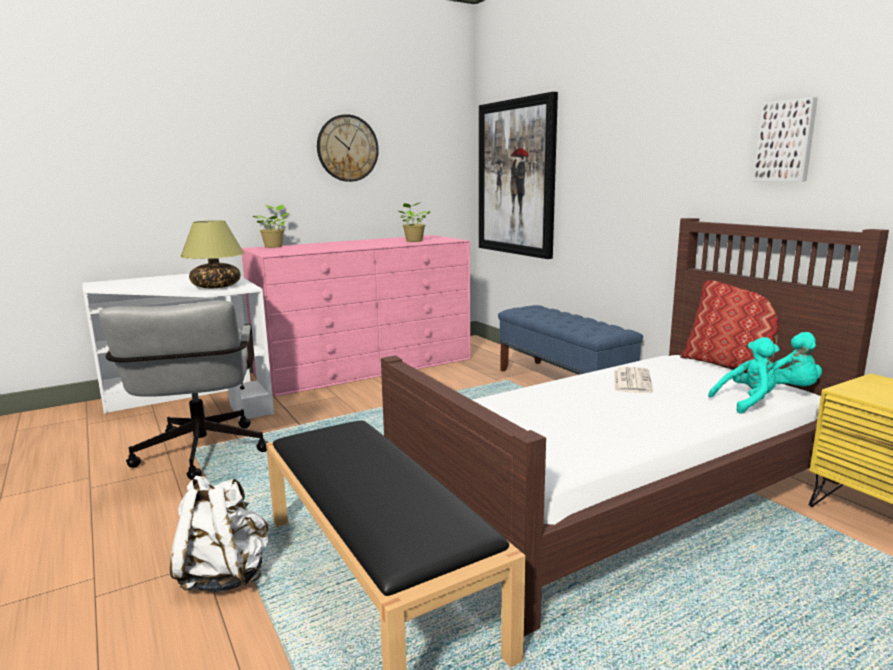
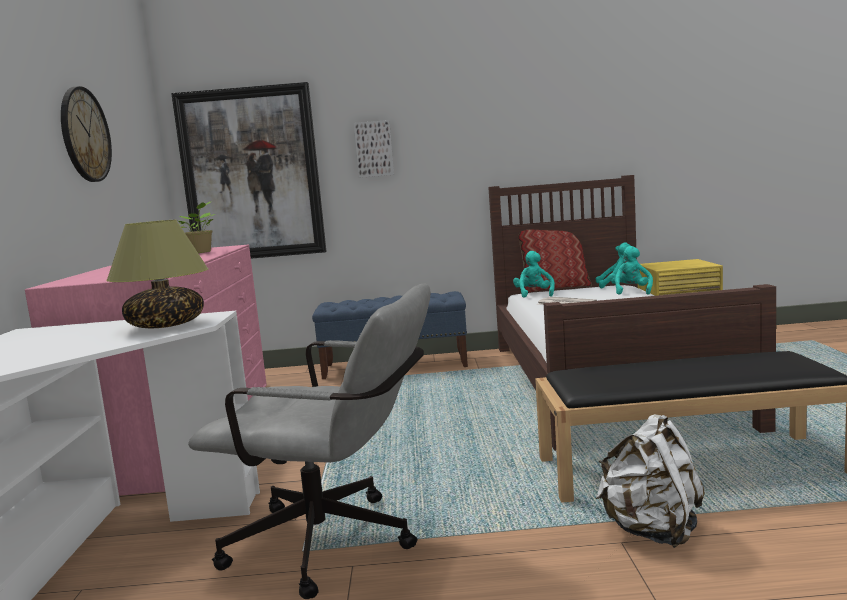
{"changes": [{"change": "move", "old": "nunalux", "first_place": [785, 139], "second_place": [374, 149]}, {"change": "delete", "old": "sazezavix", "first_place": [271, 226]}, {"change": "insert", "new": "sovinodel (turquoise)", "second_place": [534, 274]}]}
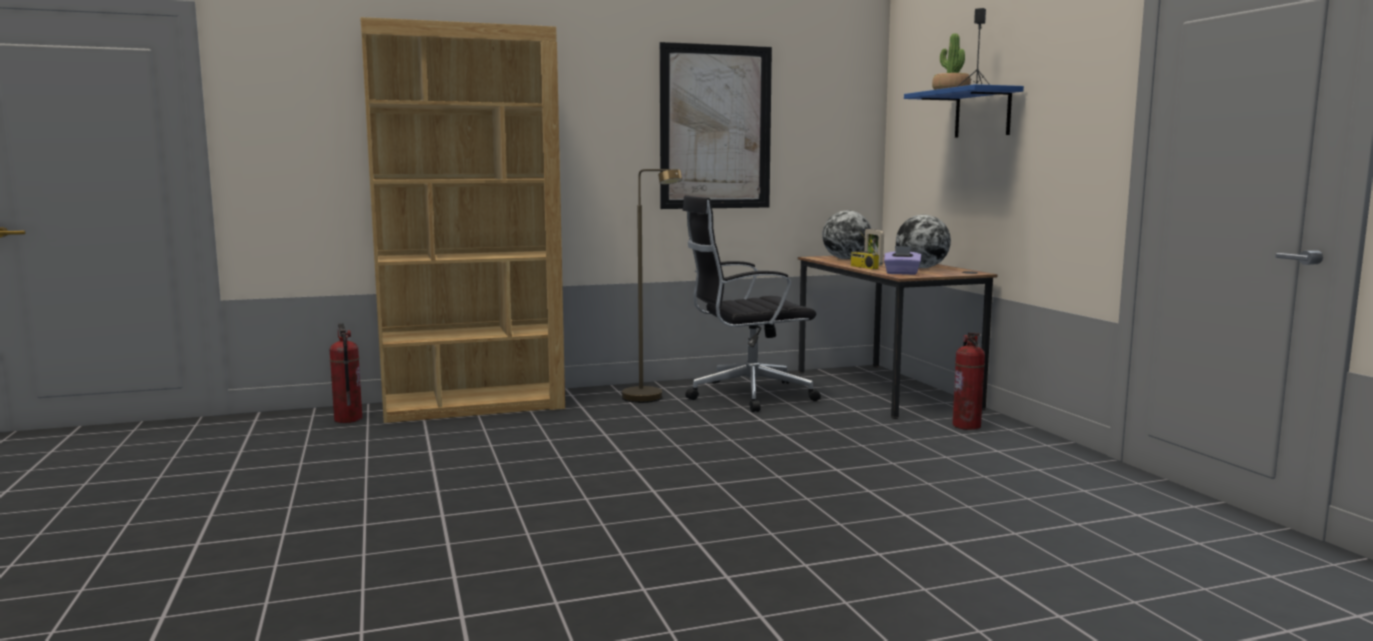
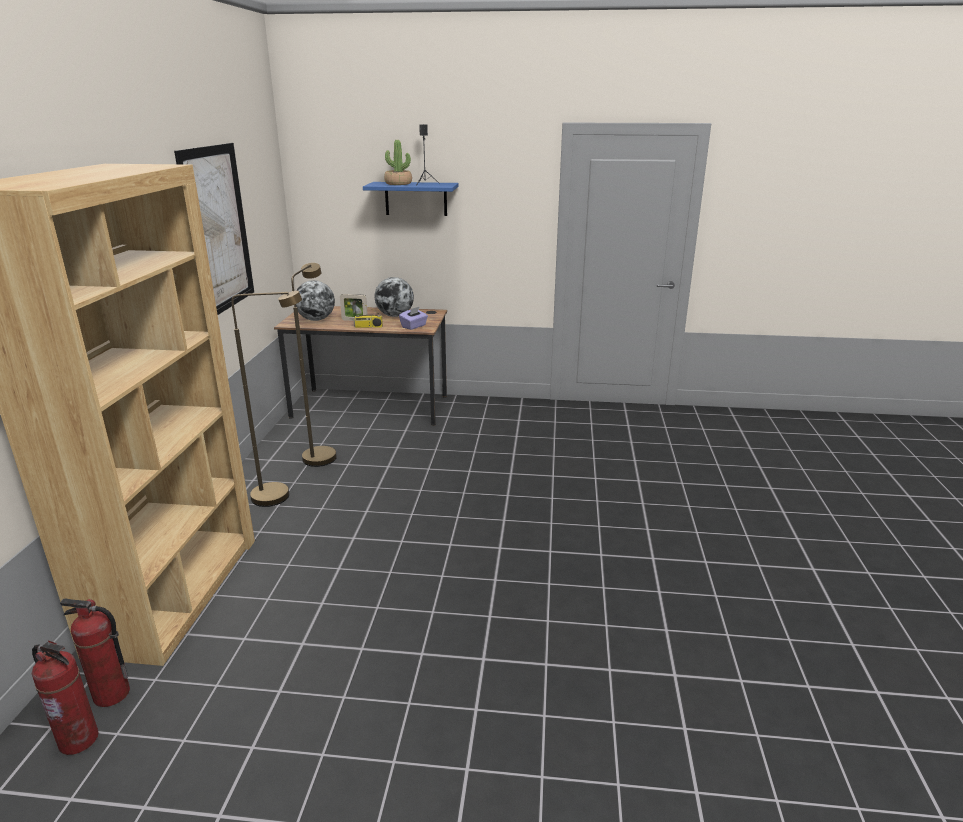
{"changes": [{"change": "replace", "old": "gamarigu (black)", "new": "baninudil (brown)", "first_place": [752, 303], "second_place": [314, 365]}, {"change": "move", "old": "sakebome", "first_place": [969, 381], "second_place": [65, 697]}]}
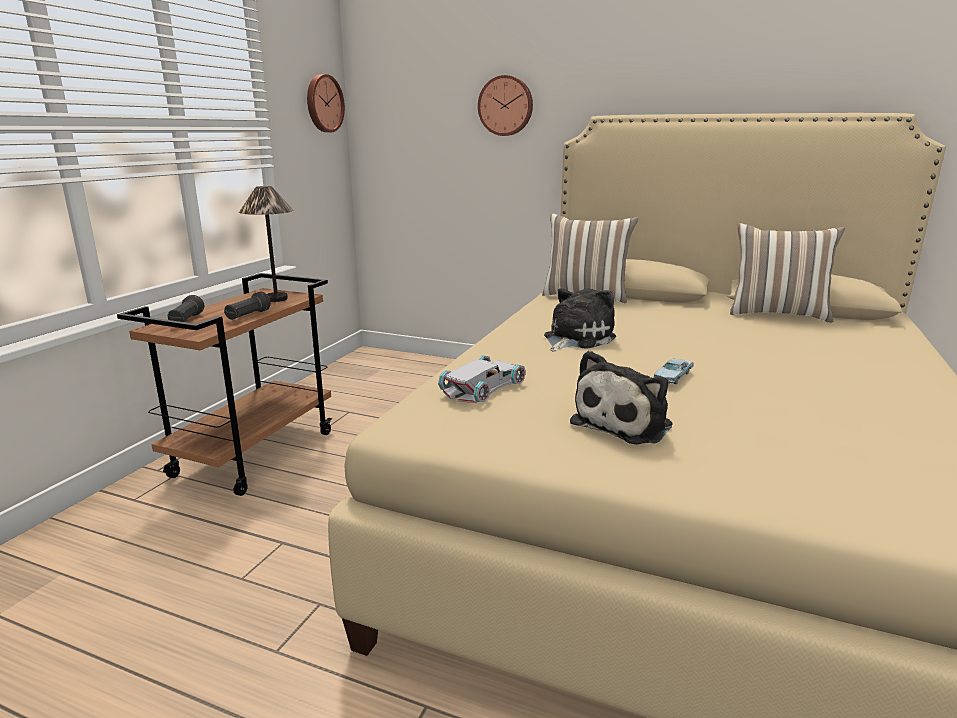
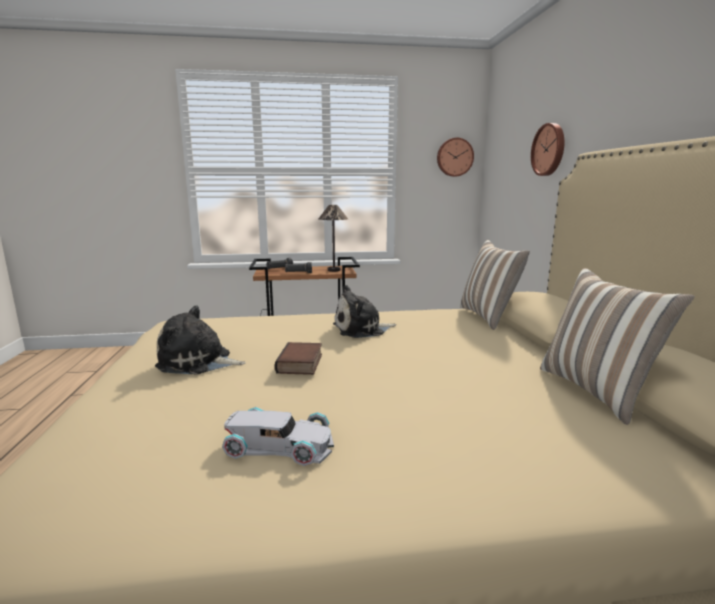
{"changes": [{"change": "rotate", "old": "sovinodel", "first_place": [580, 320], "second_place": [364, 311], "degrees": 150}, {"change": "move", "old": "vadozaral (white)", "first_place": [482, 379], "second_place": [278, 436]}, {"change": "replace", "old": "vadozaral (blue)", "new": "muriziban", "first_place": [673, 371], "second_place": [298, 358]}]}
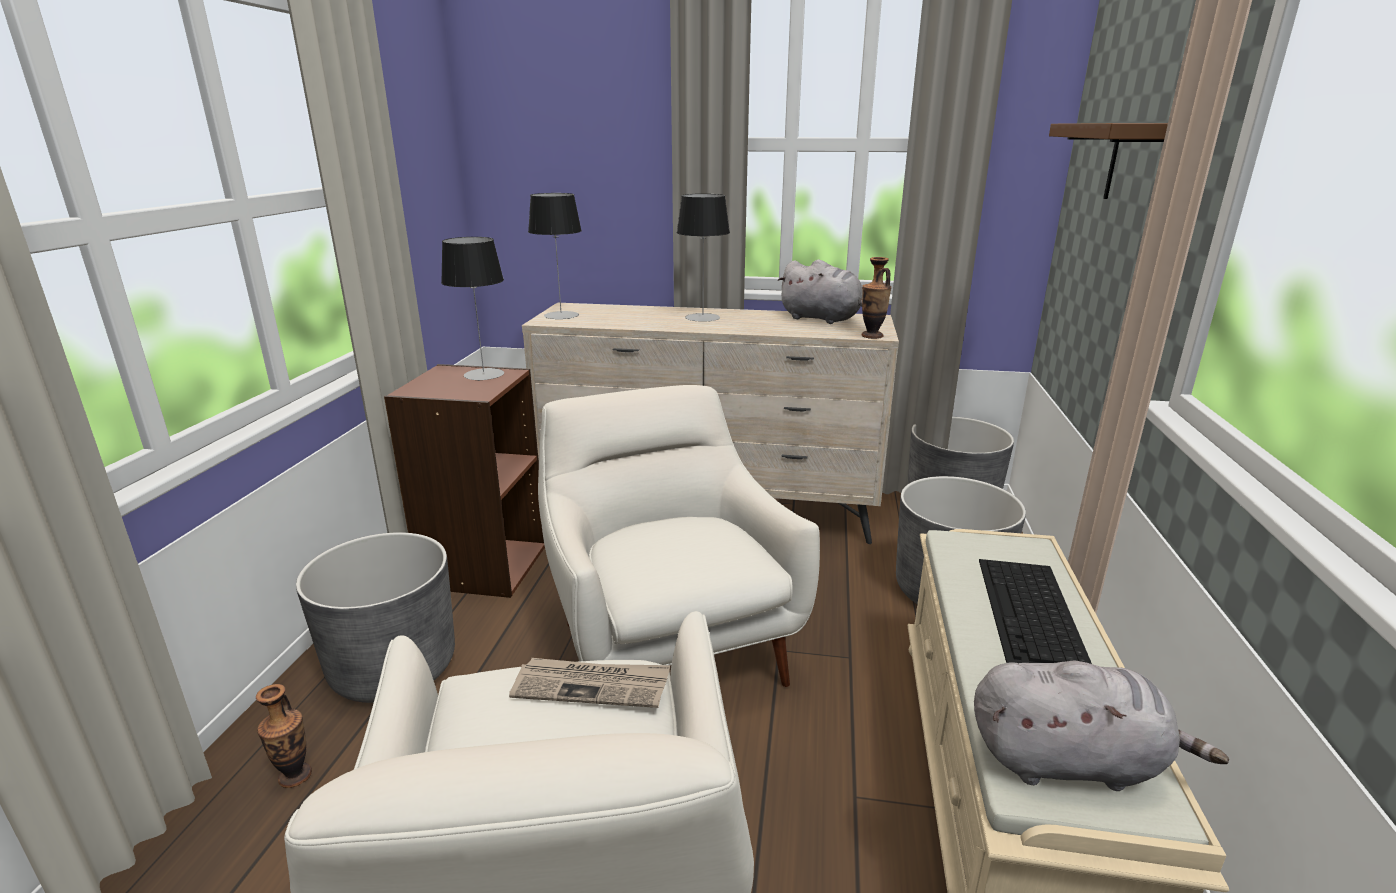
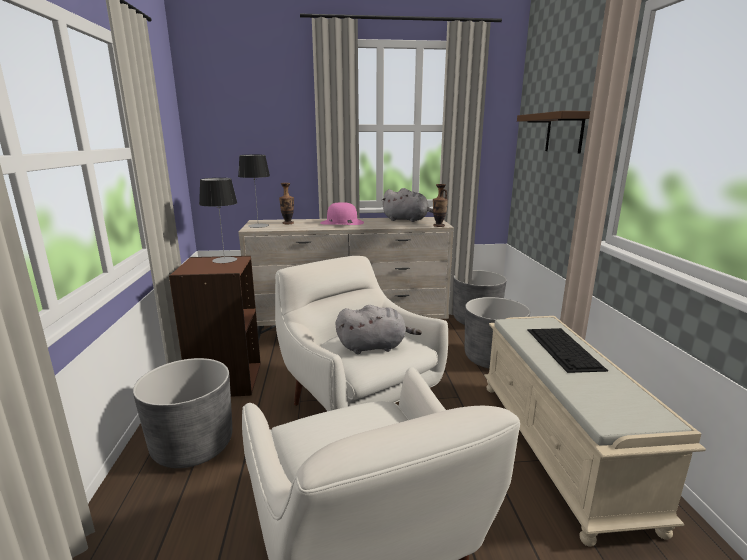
{"changes": [{"change": "replace", "old": "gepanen", "new": "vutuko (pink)", "first_place": [703, 258], "second_place": [342, 213]}, {"change": "delete", "old": "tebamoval", "first_place": [589, 683]}, {"change": "move", "old": "sovinodel (grey)", "first_place": [1101, 725], "second_place": [379, 329]}, {"change": "move", "old": "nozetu", "first_place": [284, 736], "second_place": [286, 203]}]}
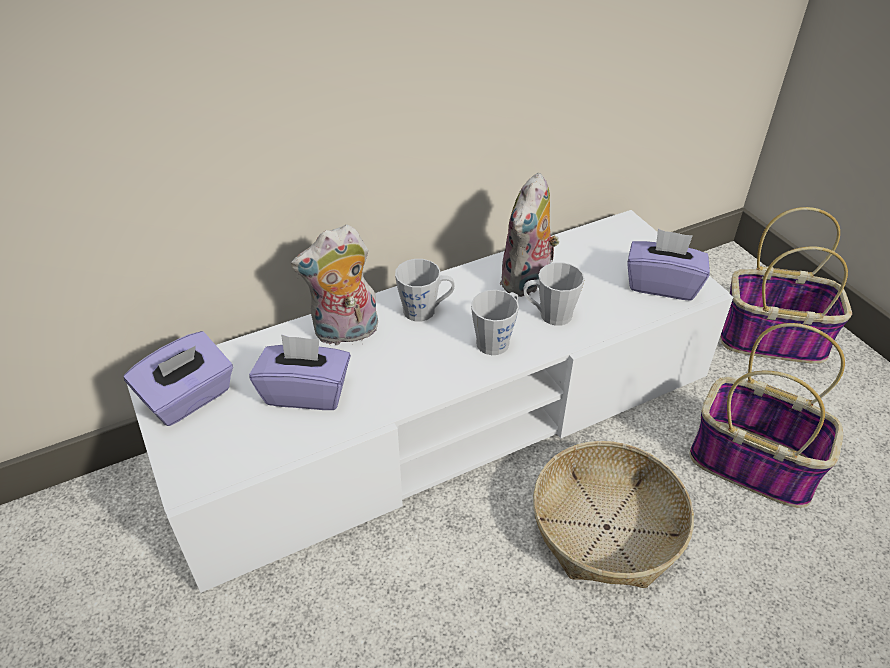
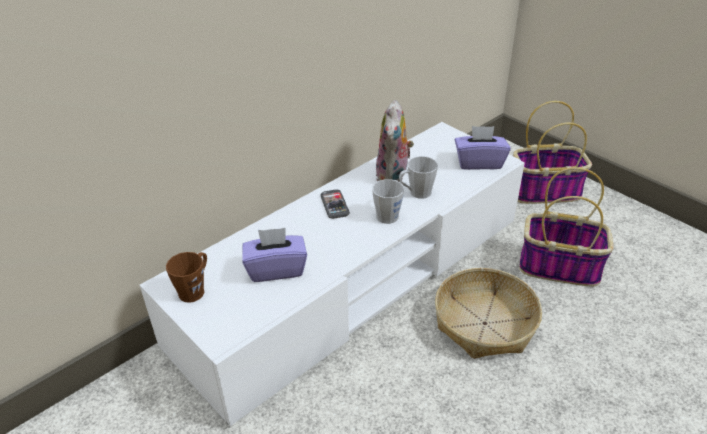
{"changes": [{"change": "delete", "old": "sovinodel", "first_place": [334, 285]}, {"change": "replace", "old": "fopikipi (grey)", "new": "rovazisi", "first_place": [425, 290], "second_place": [335, 204]}, {"change": "replace", "old": "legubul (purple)", "new": "fopikipi (brown)", "first_place": [178, 378], "second_place": [186, 277]}]}
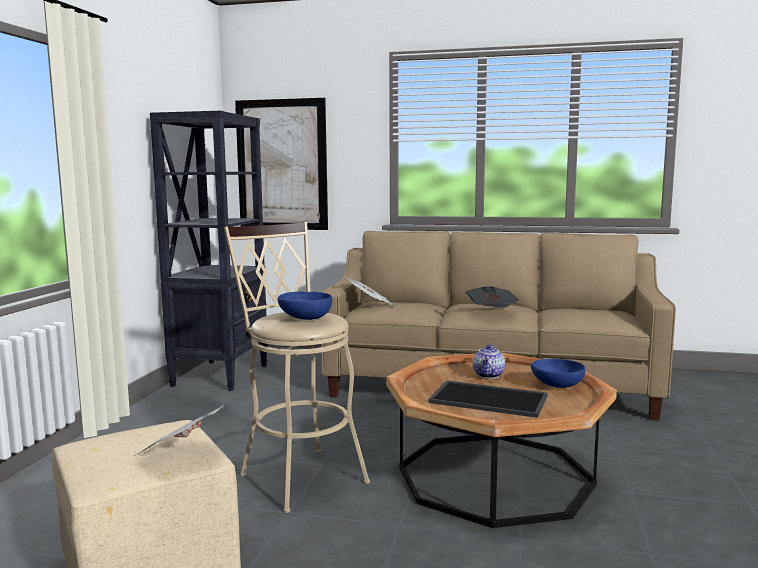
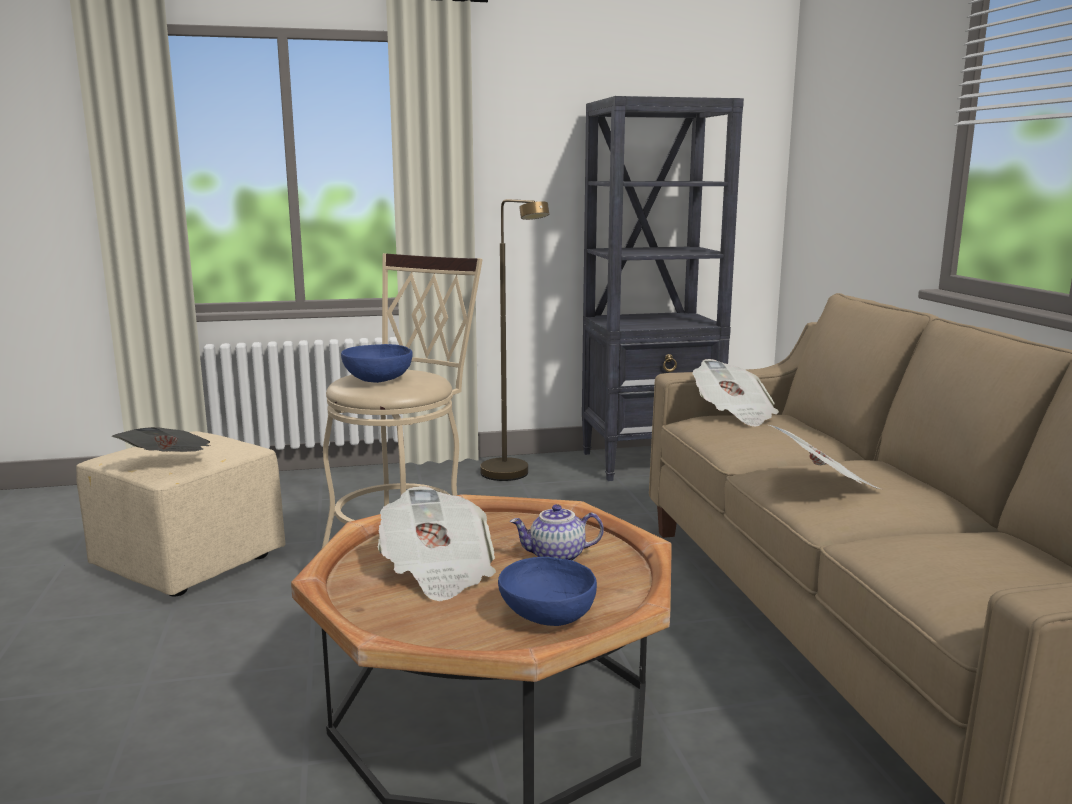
{"changes": [{"change": "delete", "old": "nunalux", "first_place": [281, 164]}, {"change": "replace", "old": "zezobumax", "new": "tebamoval", "first_place": [488, 399], "second_place": [436, 543]}, {"change": "insert", "new": "baninudil (brown)", "second_place": [514, 340]}]}
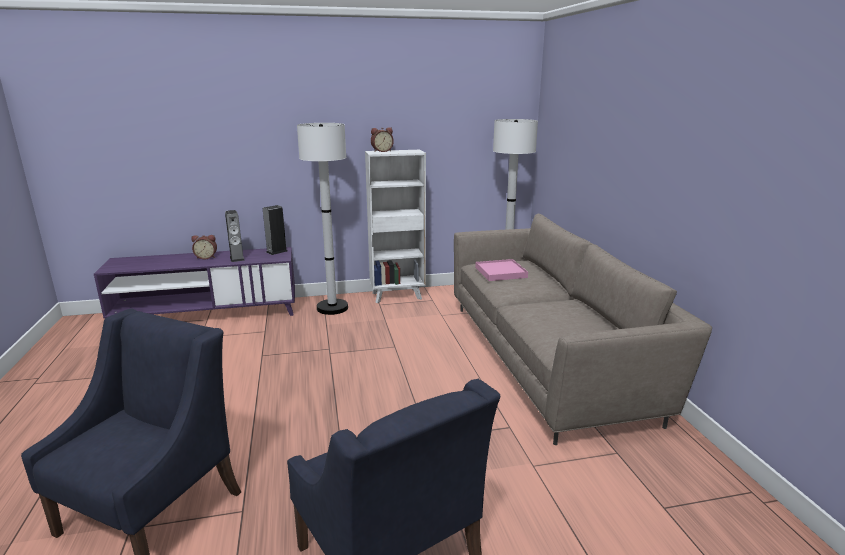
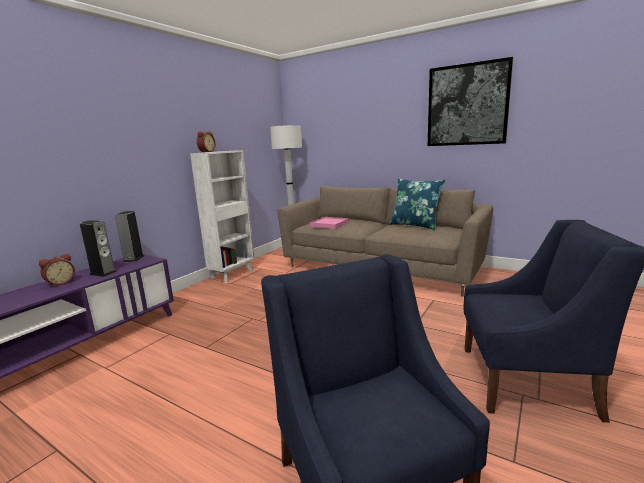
{"changes": [{"change": "delete", "old": "baninudil (white)", "first_place": [322, 219]}, {"change": "insert", "new": "nunalux", "second_place": [470, 101]}, {"change": "insert", "new": "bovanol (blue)", "second_place": [417, 204]}]}
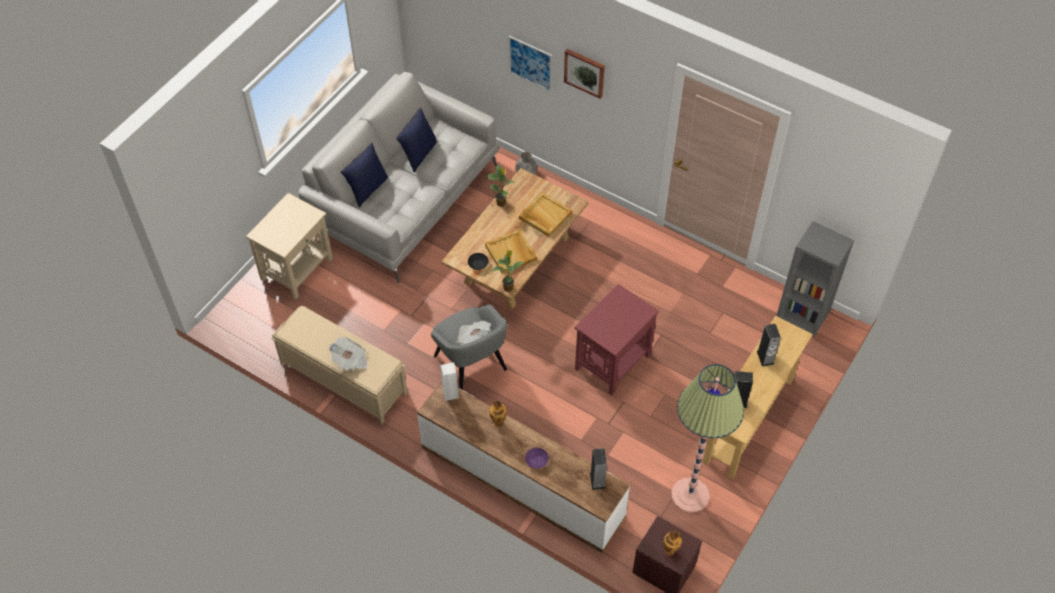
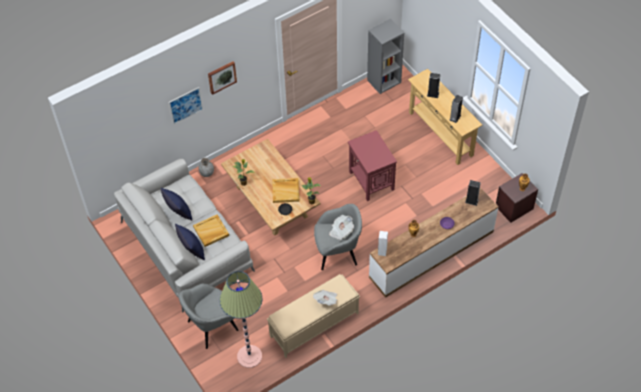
{"changes": [{"change": "move", "old": "zezobumax (beige)", "first_place": [545, 214], "second_place": [211, 231]}, {"change": "replace", "old": "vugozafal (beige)", "new": "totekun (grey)", "first_place": [289, 246], "second_place": [208, 316]}, {"change": "move", "old": "baninudil", "first_place": [707, 438], "second_place": [241, 319]}]}
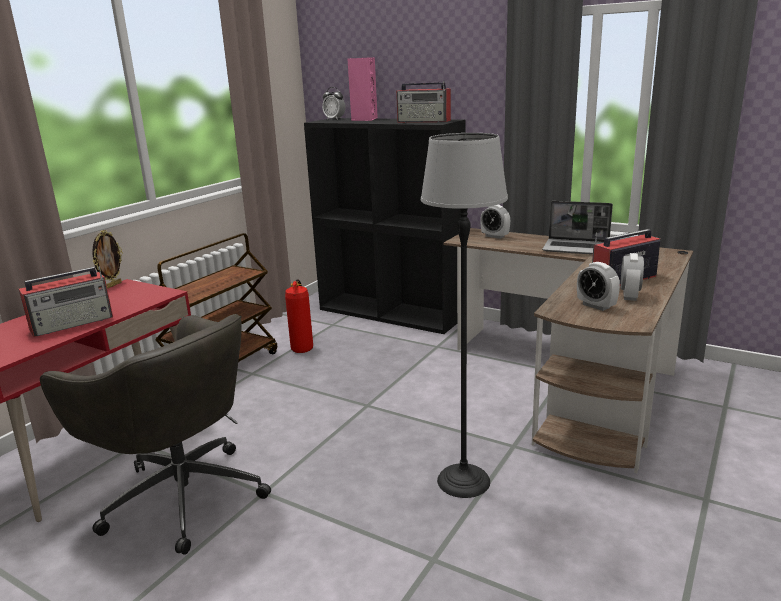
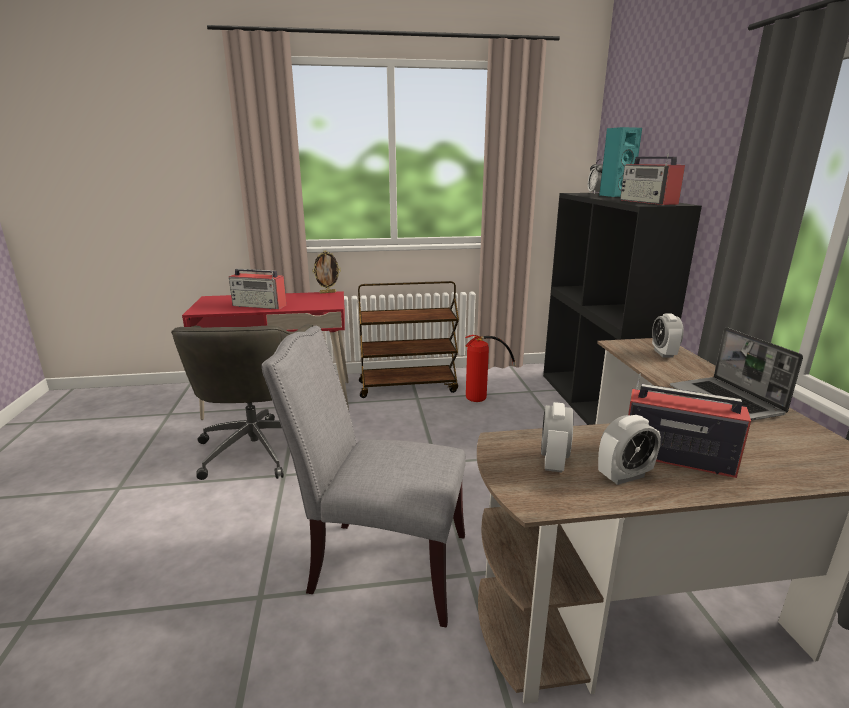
{"changes": [{"change": "recolor", "old": "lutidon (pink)", "new": "lutidon (turquoise)", "first_place": [362, 89], "second_place": [620, 162]}, {"change": "replace", "old": "baninudil", "new": "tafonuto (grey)", "first_place": [464, 315], "second_place": [364, 477]}]}
